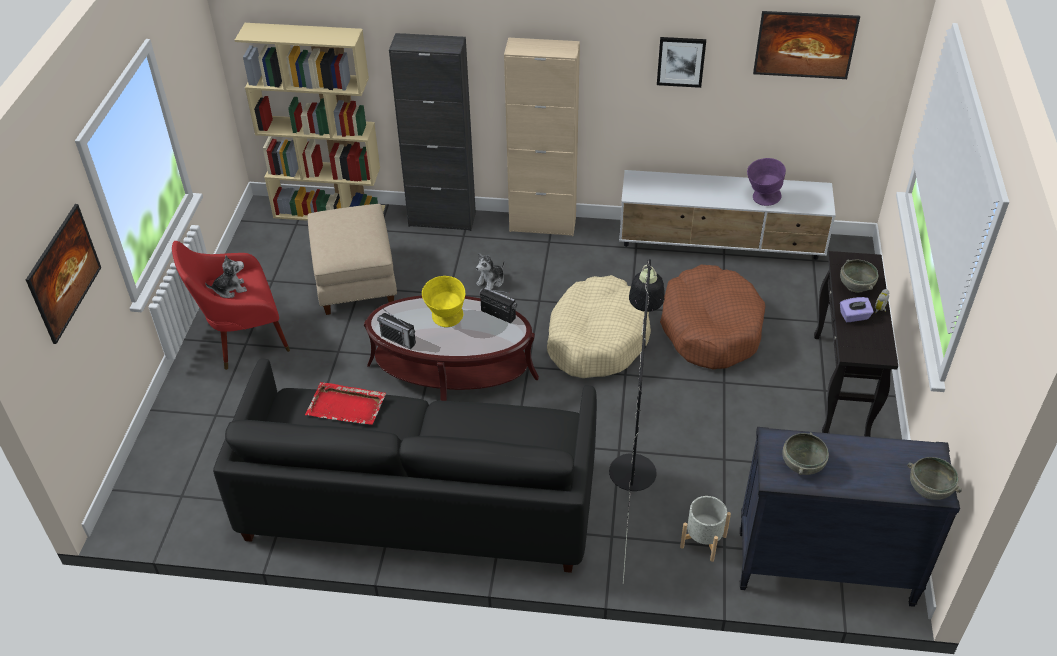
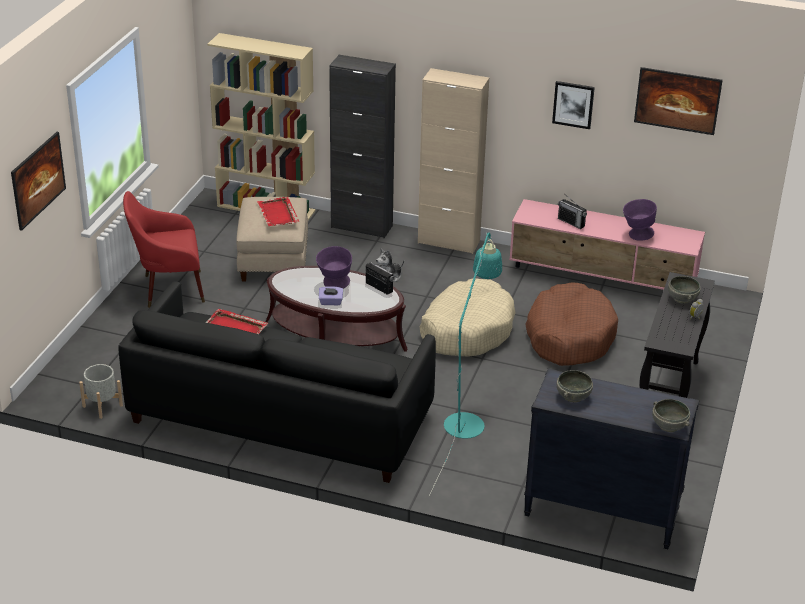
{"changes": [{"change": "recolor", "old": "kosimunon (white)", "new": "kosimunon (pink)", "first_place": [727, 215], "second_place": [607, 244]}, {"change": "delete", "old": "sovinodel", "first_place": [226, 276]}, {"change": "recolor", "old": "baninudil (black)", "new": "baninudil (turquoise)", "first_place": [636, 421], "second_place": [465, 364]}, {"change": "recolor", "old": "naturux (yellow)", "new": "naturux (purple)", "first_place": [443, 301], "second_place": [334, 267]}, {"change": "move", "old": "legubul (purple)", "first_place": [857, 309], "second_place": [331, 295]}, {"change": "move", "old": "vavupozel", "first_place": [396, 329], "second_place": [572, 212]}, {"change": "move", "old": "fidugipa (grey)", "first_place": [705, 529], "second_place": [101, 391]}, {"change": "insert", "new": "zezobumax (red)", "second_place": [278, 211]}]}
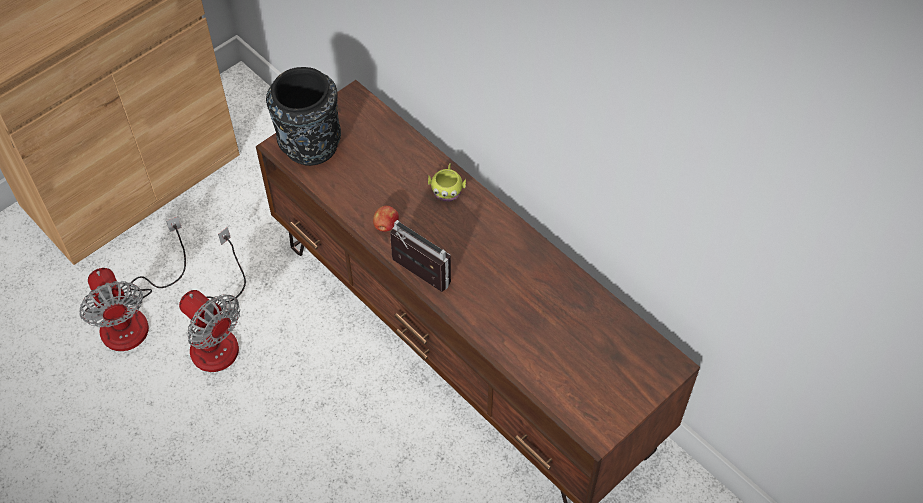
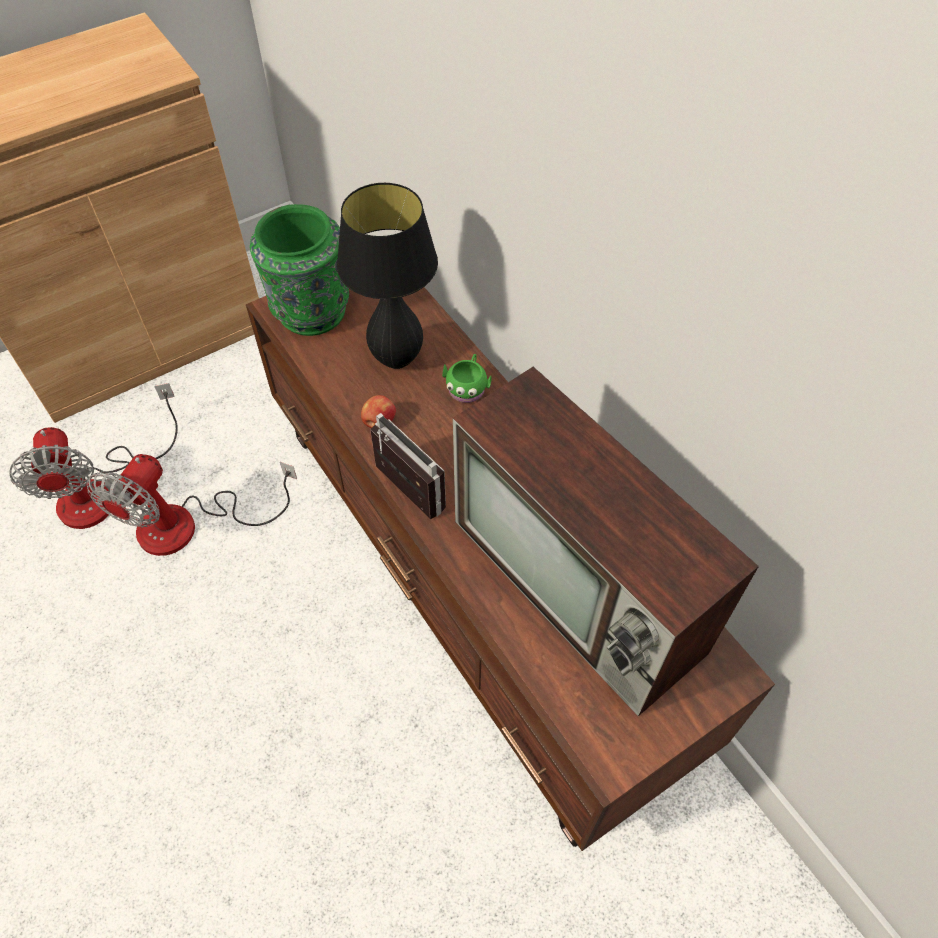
{"changes": [{"change": "recolor", "old": "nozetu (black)", "new": "nozetu (green)", "first_place": [303, 116], "second_place": [299, 270]}, {"change": "recolor", "old": "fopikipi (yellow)", "new": "fopikipi (green)", "first_place": [447, 182], "second_place": [467, 378]}, {"change": "rotate", "old": "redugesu", "first_place": [212, 299], "second_place": [192, 505], "degrees": 60}, {"change": "insert", "new": "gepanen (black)", "second_place": [387, 276]}, {"change": "insert", "new": "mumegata", "second_place": [606, 541]}]}
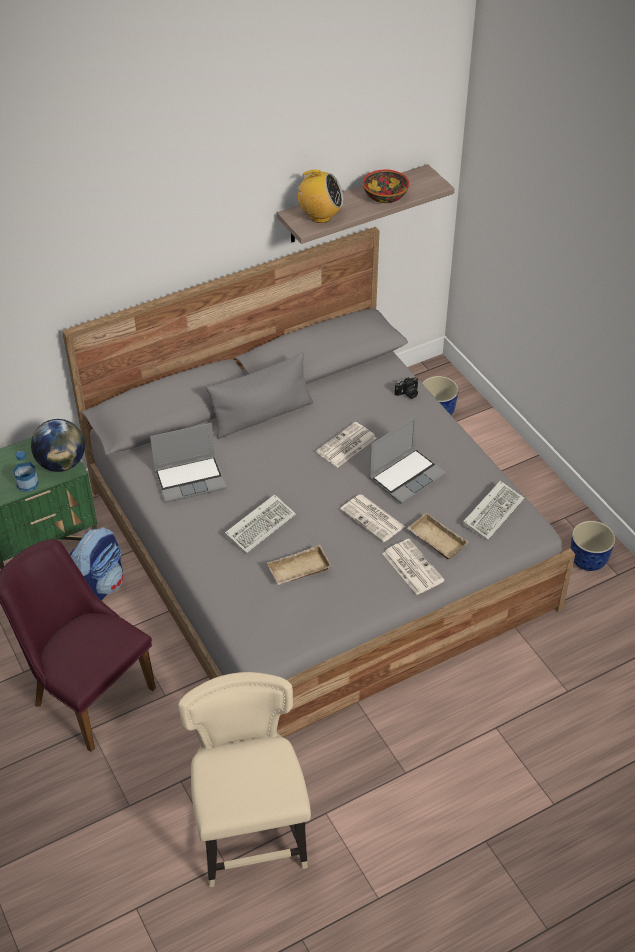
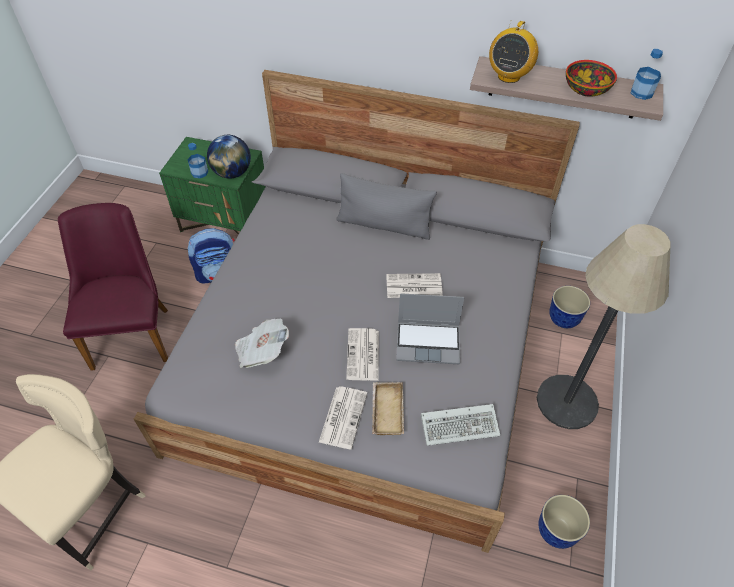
{"changes": [{"change": "rotate", "old": "vavupozel", "first_place": [319, 196], "second_place": [513, 51], "degrees": 60}, {"change": "delete", "old": "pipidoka", "first_place": [407, 388]}, {"change": "delete", "old": "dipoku", "first_place": [188, 463]}, {"change": "delete", "old": "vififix", "first_place": [260, 524]}, {"change": "replace", "old": "zezobumax (beige)", "new": "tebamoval", "first_place": [299, 564], "second_place": [262, 343]}, {"change": "insert", "new": "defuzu", "second_place": [647, 74]}, {"change": "insert", "new": "baninudil", "second_place": [604, 326]}]}
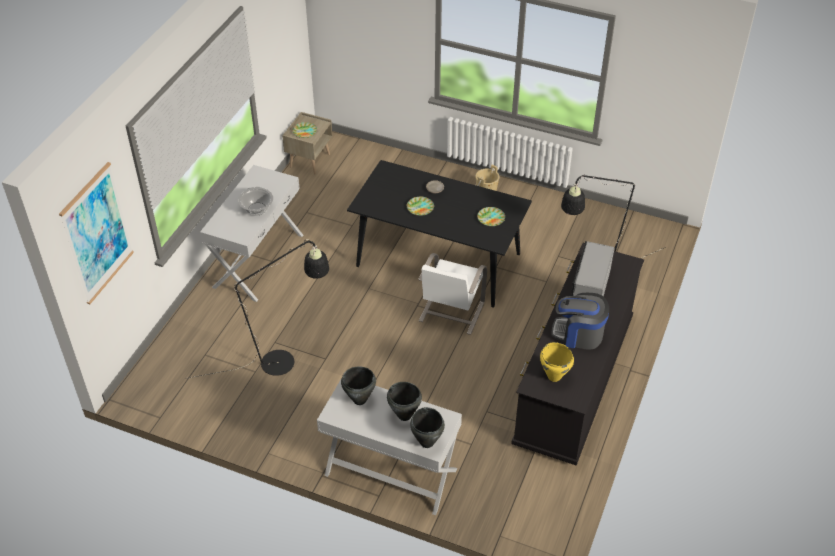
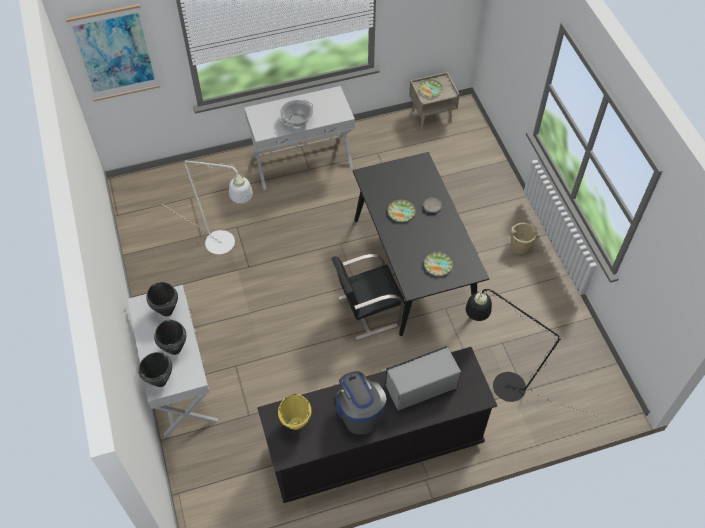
{"changes": [{"change": "recolor", "old": "baninudil (black)", "new": "baninudil (white)", "first_place": [259, 309], "second_place": [207, 207]}, {"change": "recolor", "old": "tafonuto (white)", "new": "tafonuto (black)", "first_place": [452, 294], "second_place": [368, 297]}]}
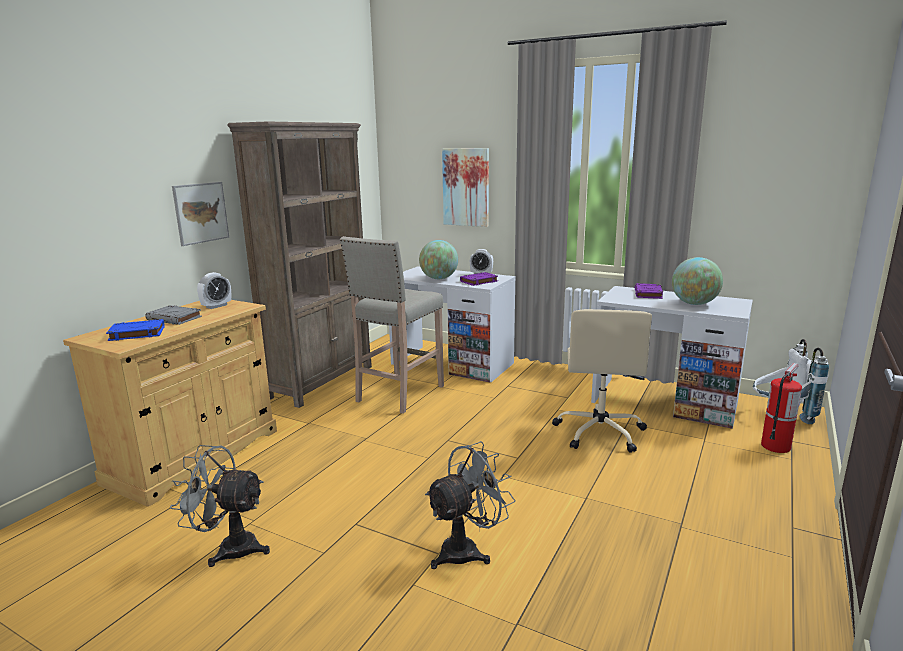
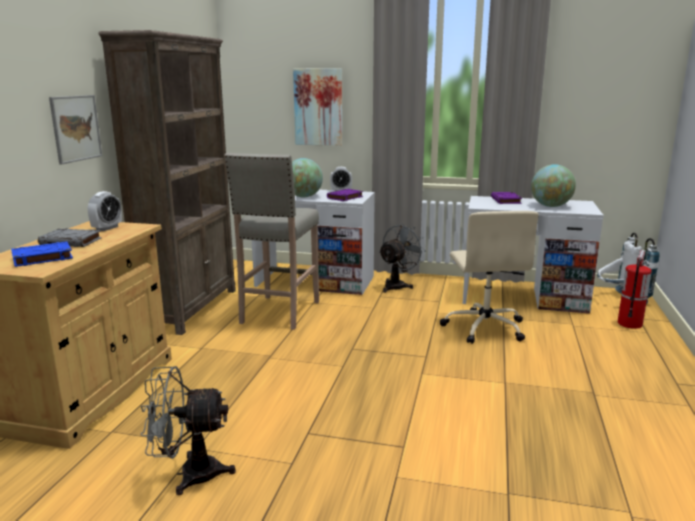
{"changes": [{"change": "move", "old": "redugesu (grey)", "first_place": [470, 505], "second_place": [402, 258]}]}
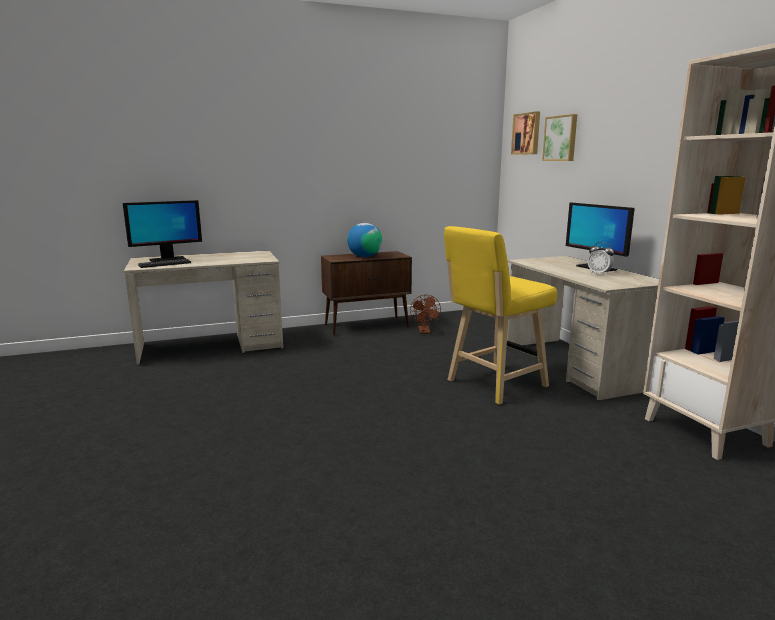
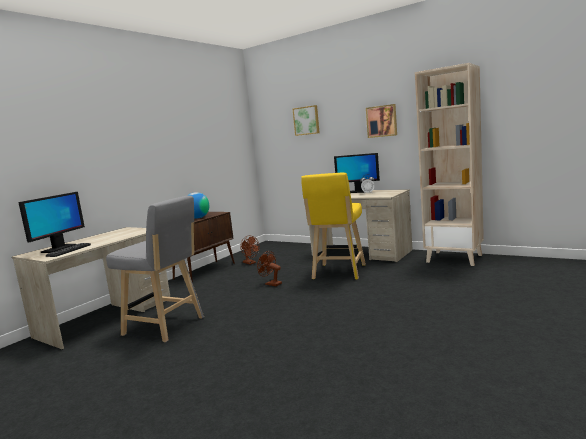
{"changes": [{"change": "move", "old": "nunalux", "first_place": [525, 133], "second_place": [381, 121]}, {"change": "insert", "new": "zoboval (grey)", "second_place": [155, 268]}, {"change": "insert", "new": "redugesu (brown)", "second_place": [269, 269]}]}
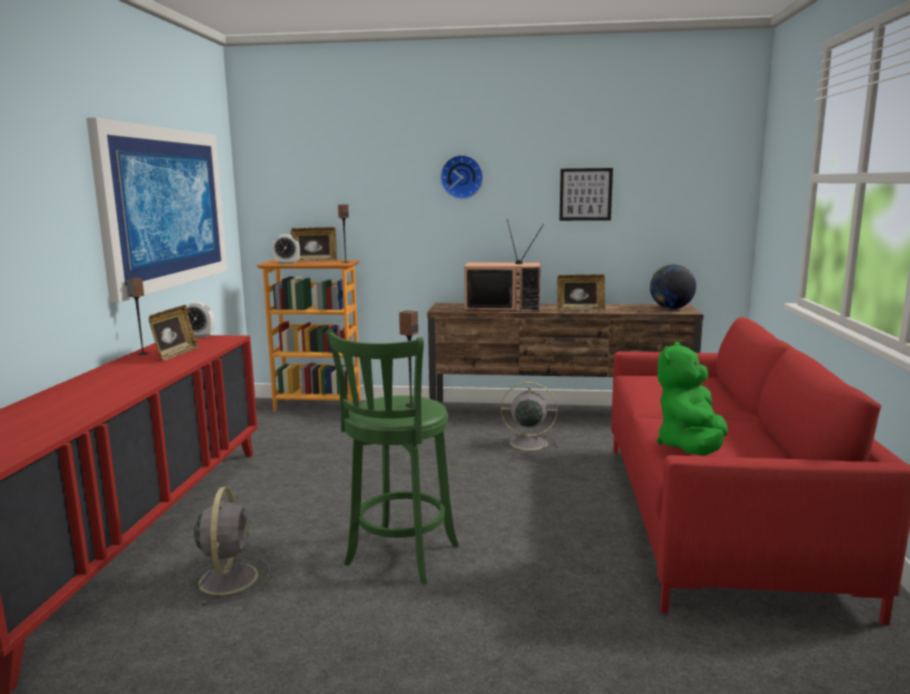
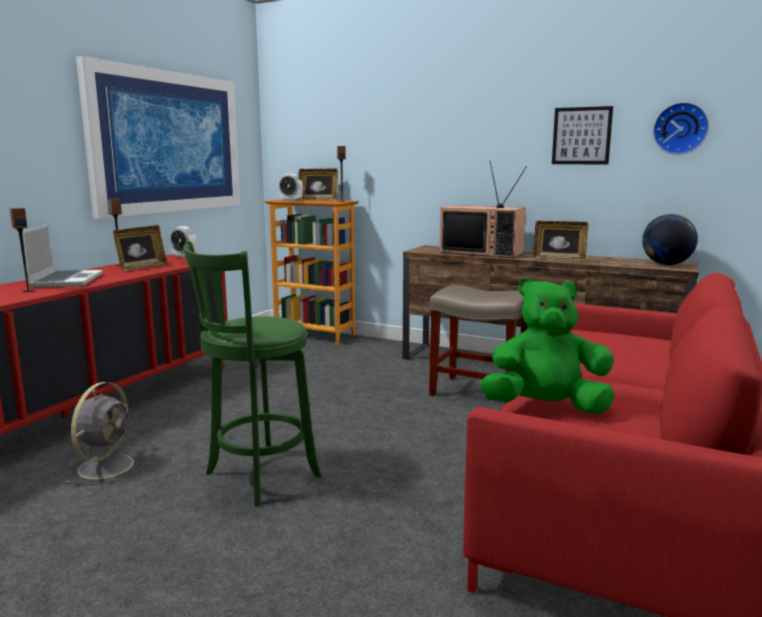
{"changes": [{"change": "move", "old": "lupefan", "first_place": [461, 177], "second_place": [681, 128]}, {"change": "move", "old": "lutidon", "first_place": [408, 359], "second_place": [22, 250]}, {"change": "rotate", "old": "sovinodel (green)", "first_place": [692, 399], "second_place": [547, 346], "degrees": 45}, {"change": "replace", "old": "redugesu (grey)", "new": "zoboval (beige)", "first_place": [529, 417], "second_place": [478, 344]}, {"change": "insert", "new": "dipoku", "second_place": [62, 256]}]}
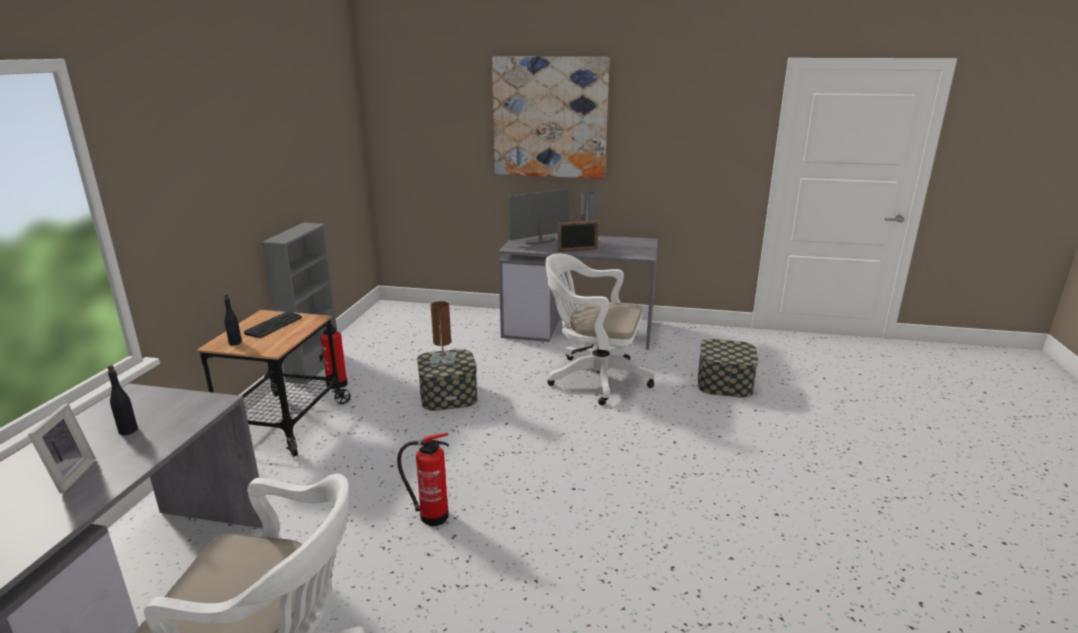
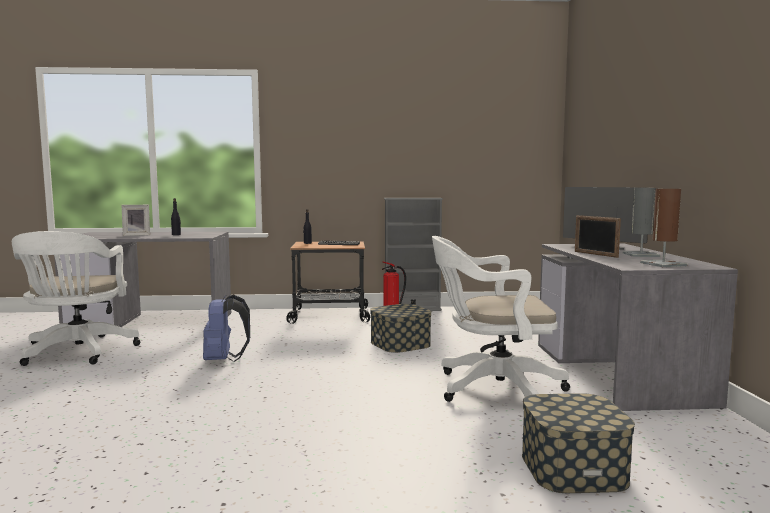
{"changes": [{"change": "delete", "old": "nunalux", "first_place": [551, 118]}, {"change": "rotate", "old": "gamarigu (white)", "first_place": [600, 329], "second_place": [501, 319], "degrees": -90}, {"change": "move", "old": "gepanen (brown)", "first_place": [443, 333], "second_place": [663, 228]}, {"change": "replace", "old": "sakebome", "new": "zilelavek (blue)", "first_place": [423, 479], "second_place": [226, 328]}]}
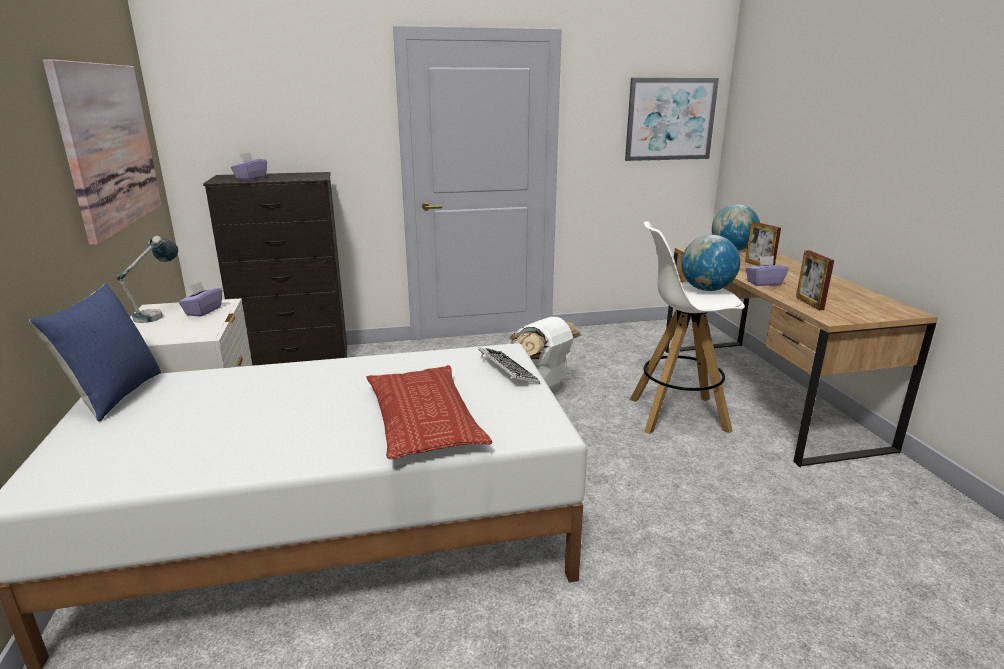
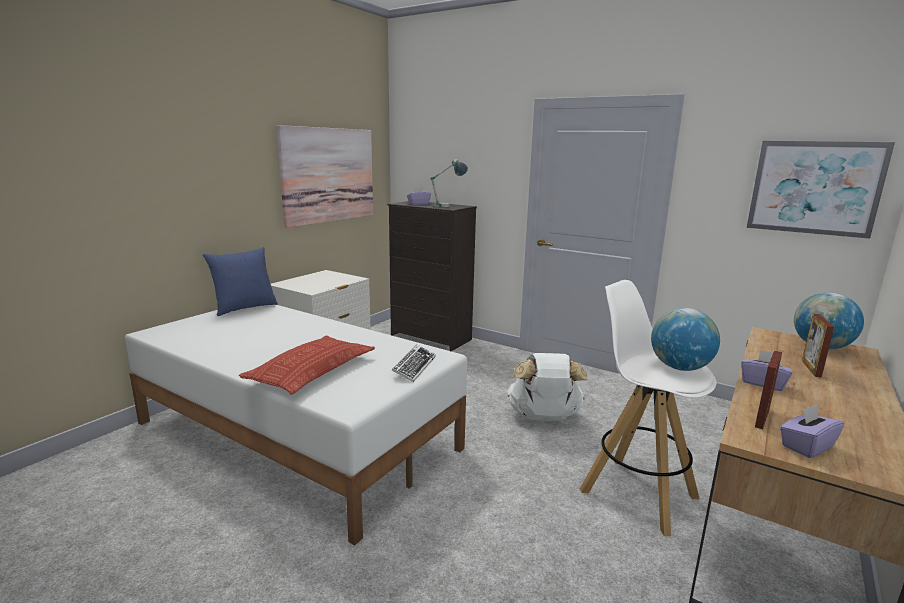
{"changes": [{"change": "move", "old": "gepanen", "first_place": [147, 279], "second_place": [449, 183]}, {"change": "move", "old": "legubul (purple)", "first_place": [200, 299], "second_place": [812, 431]}]}
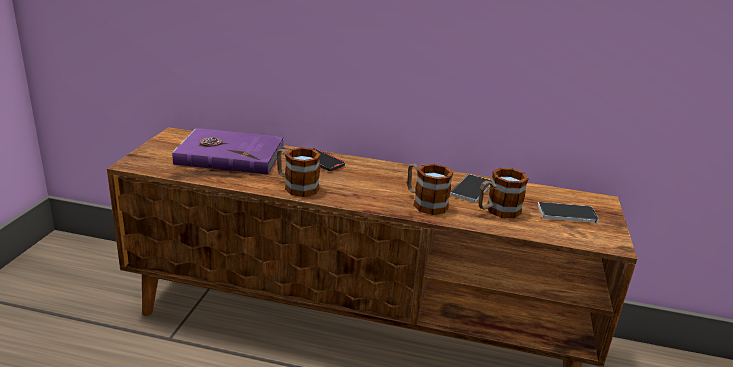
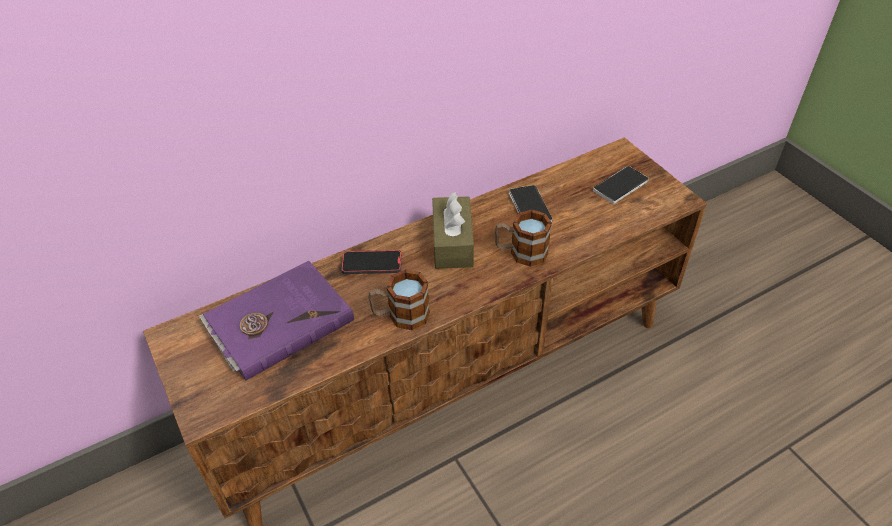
{"changes": [{"change": "delete", "old": "fopikipi", "first_place": [503, 193]}, {"change": "insert", "new": "legubul (brown)", "second_place": [453, 230]}]}
